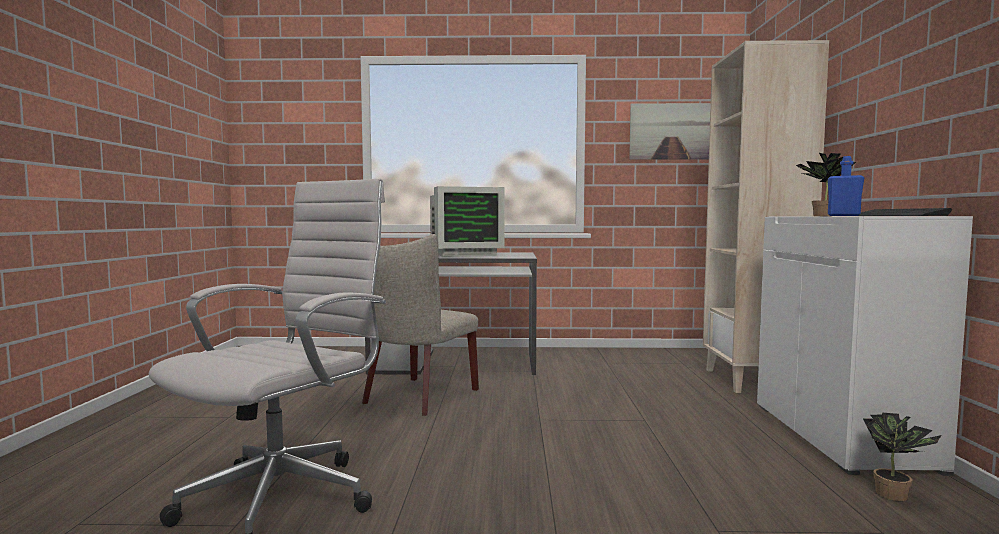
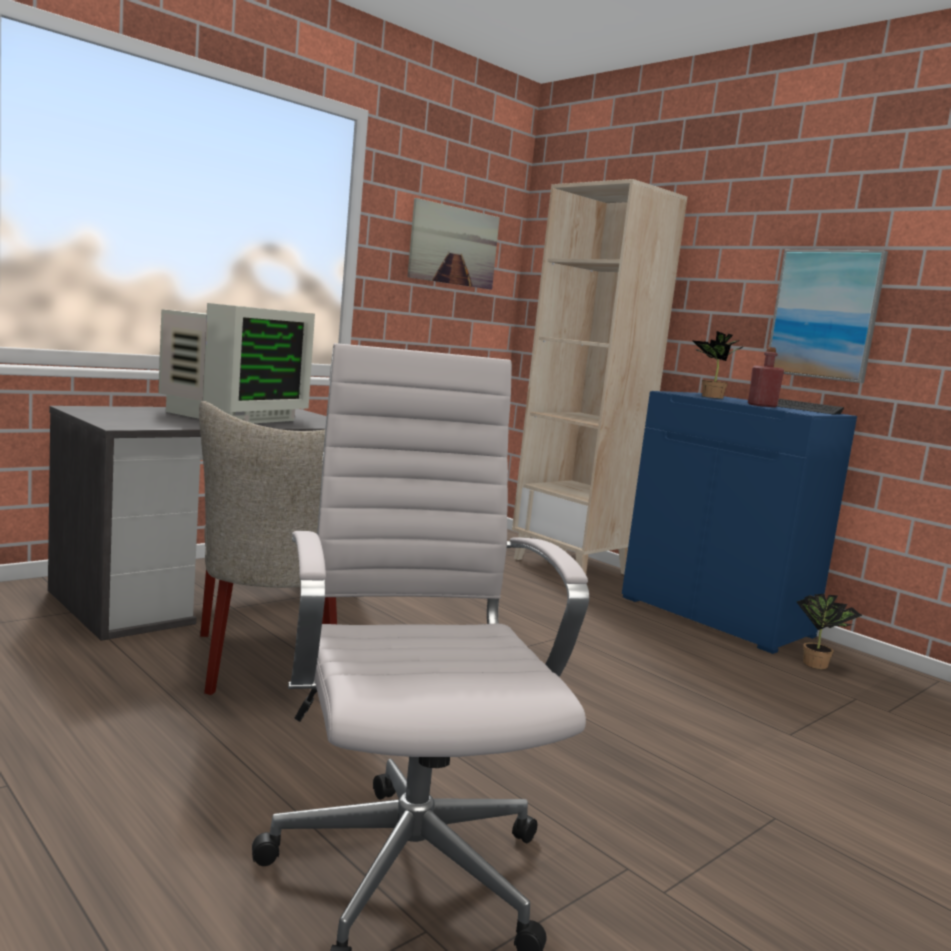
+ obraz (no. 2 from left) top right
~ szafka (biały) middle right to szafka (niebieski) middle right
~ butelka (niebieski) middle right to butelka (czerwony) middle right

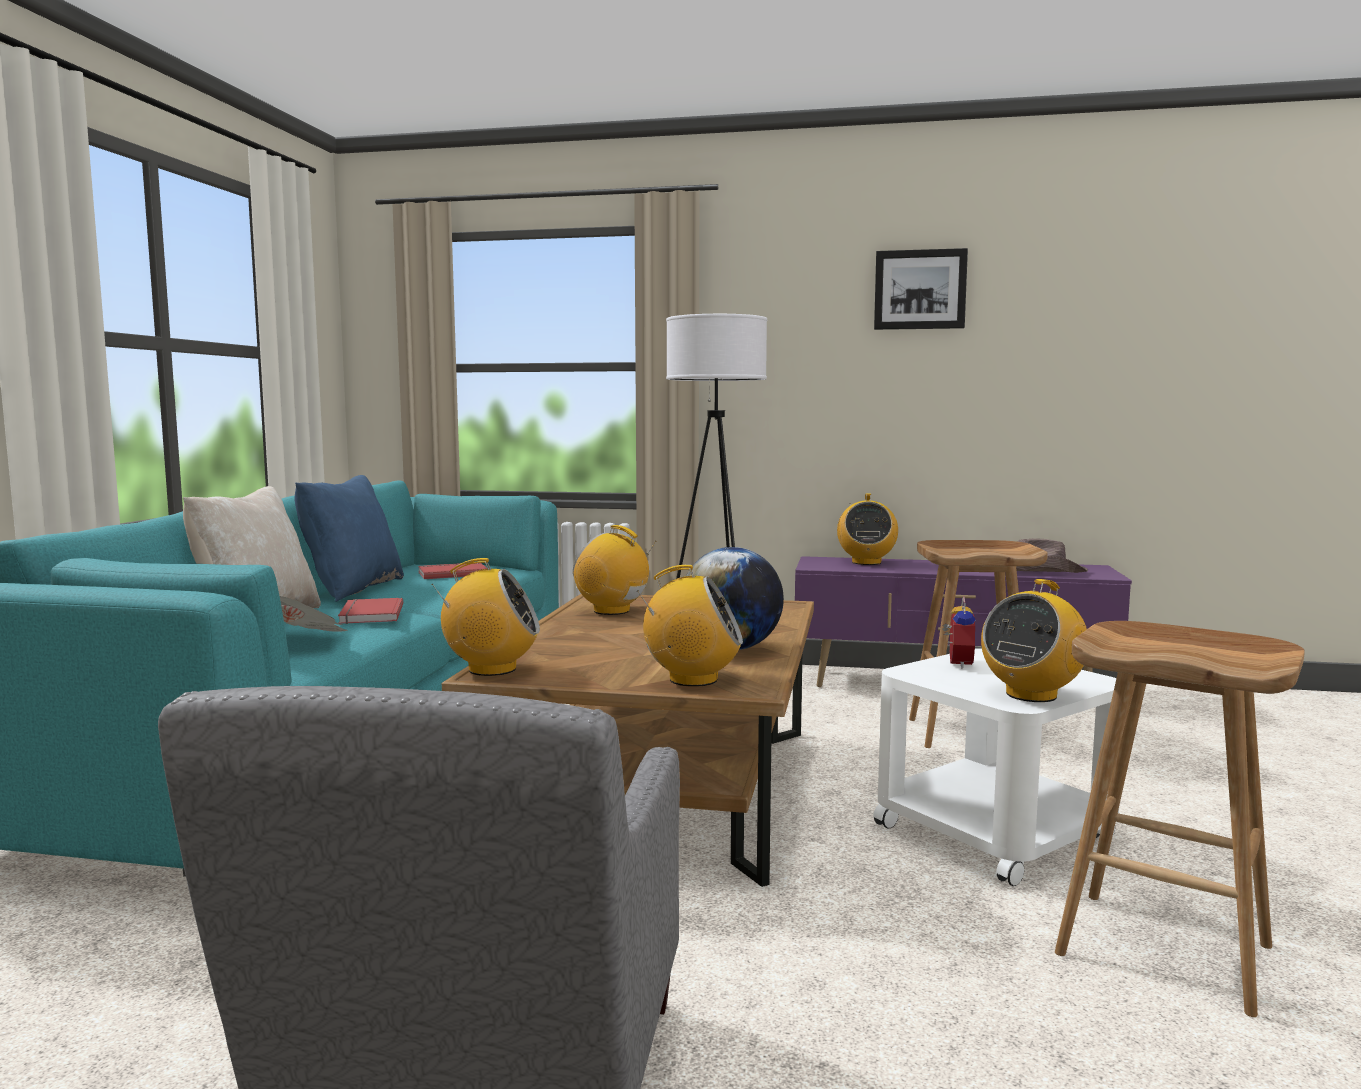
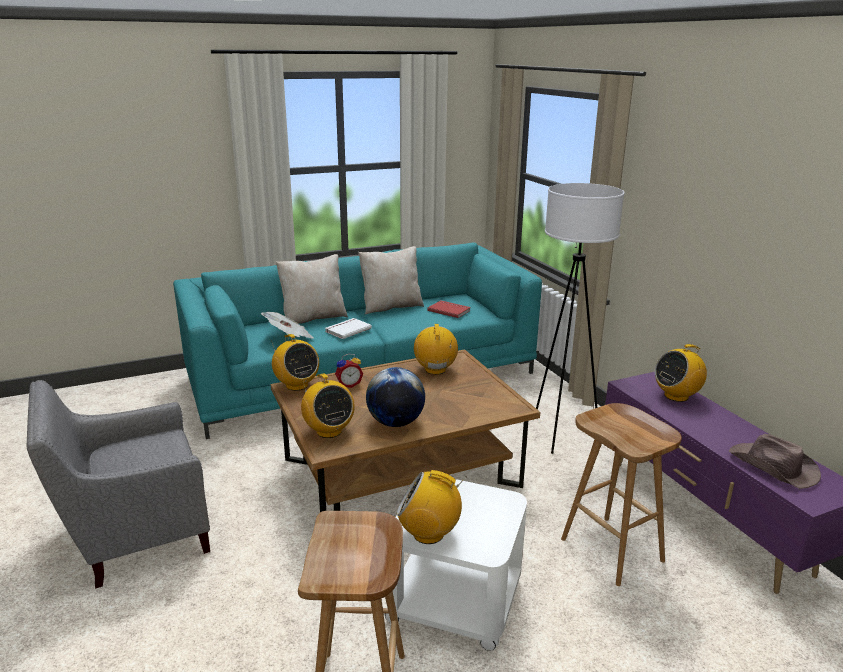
- obraz top right
~ budzik middle right to centre
~ poduszka (niebieski) middle left to poduszka (beżowy) (no. 2 from left) centre
~ książka (czerwony) (no. 1 from left) middle left to książka (biały) centre

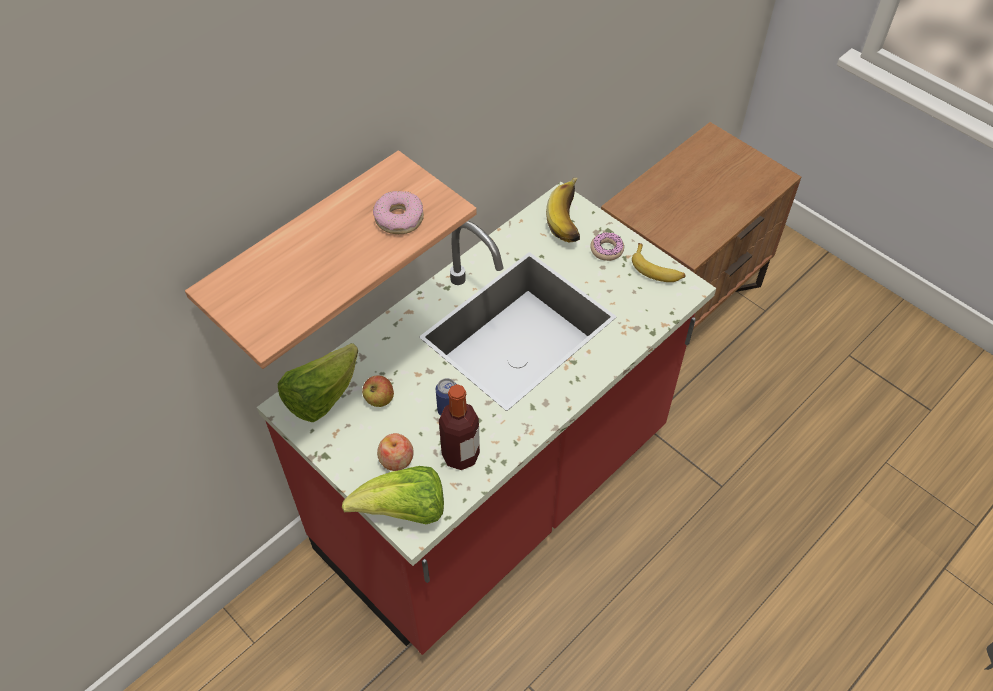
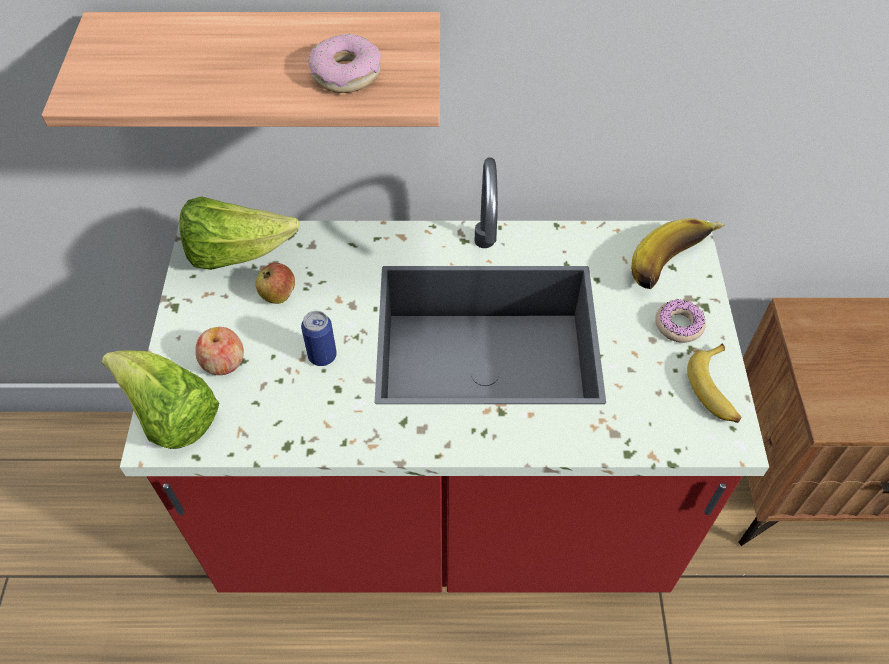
- butelka centre

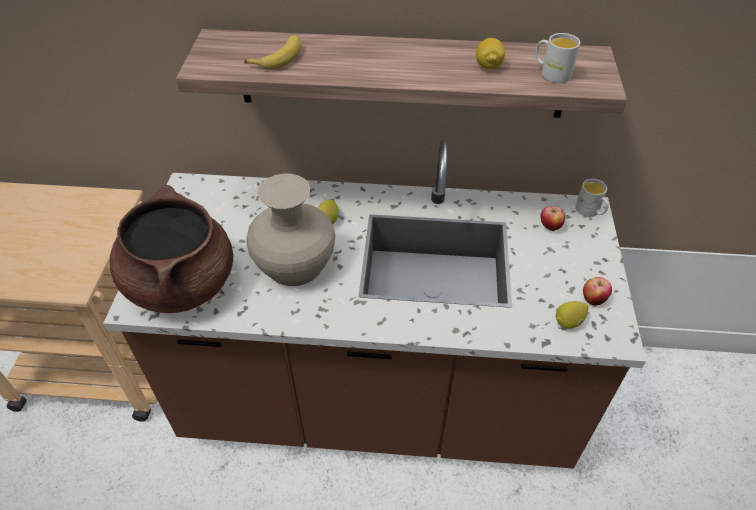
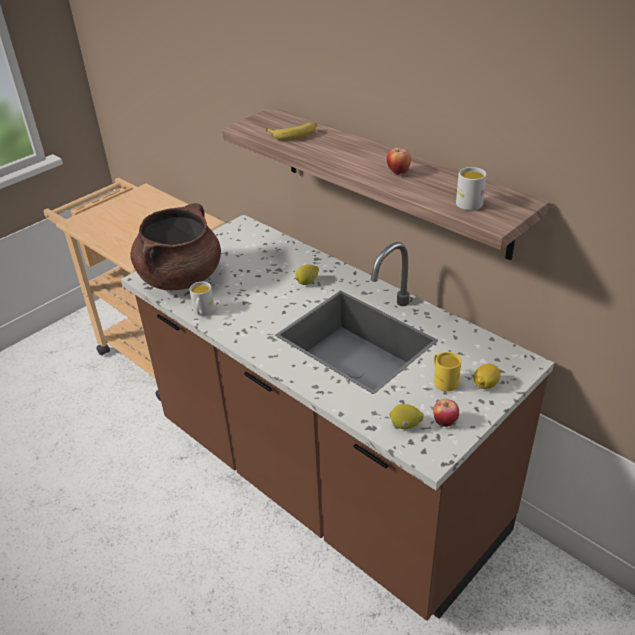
- wazon (beżowy) centre
+ kubek (żółty) middle right
~ cytryna (no. 2 from left in the first image) top centre to cytryna (no. 3 from left) middle right
~ jabłko (no. 1 from left) middle right to top centre
~ kubek (biały) (no. 2 from left in the first image) middle right to kubek (biały) (no. 1 from left) middle left

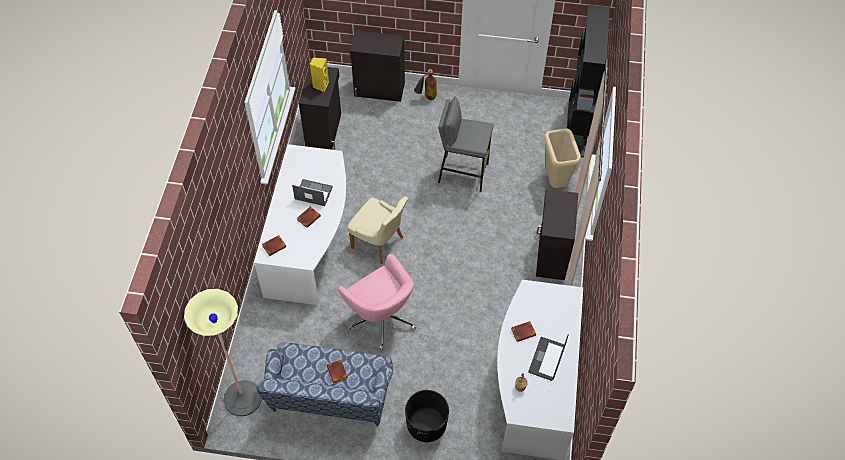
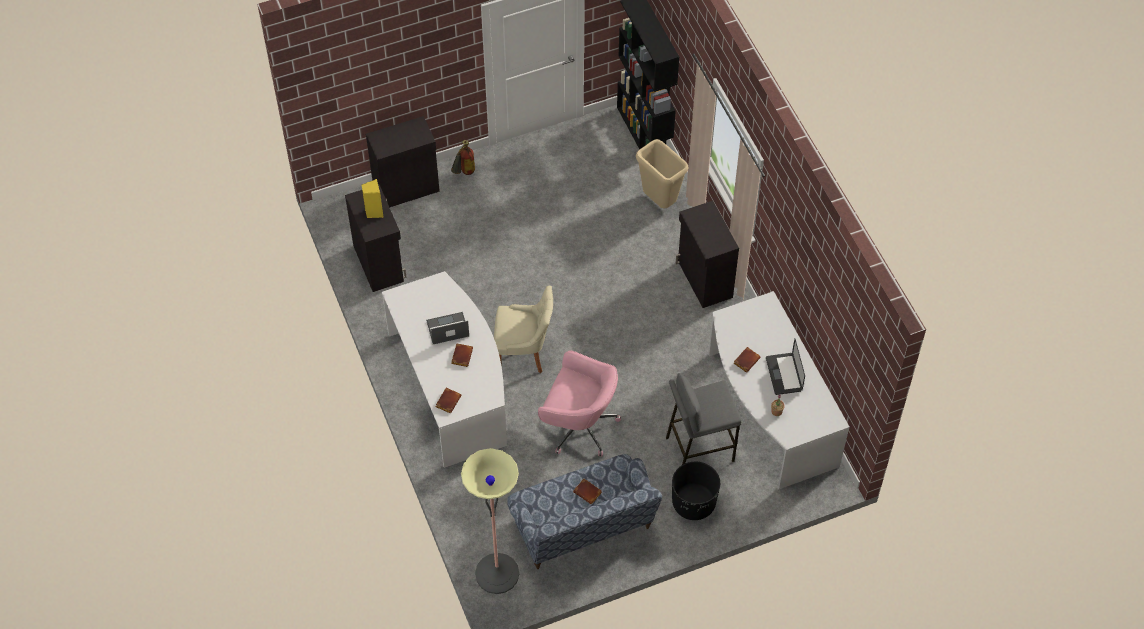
~ stołek (szary) top centre to centre

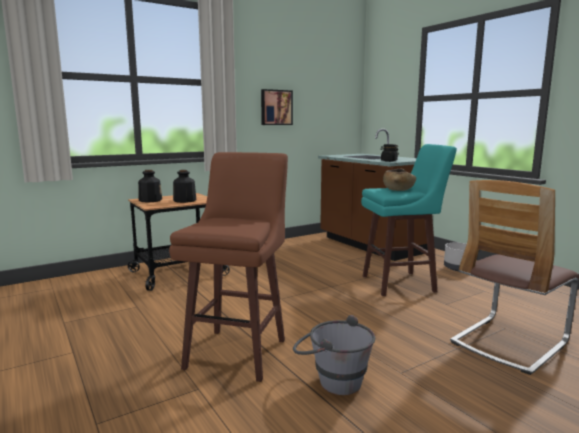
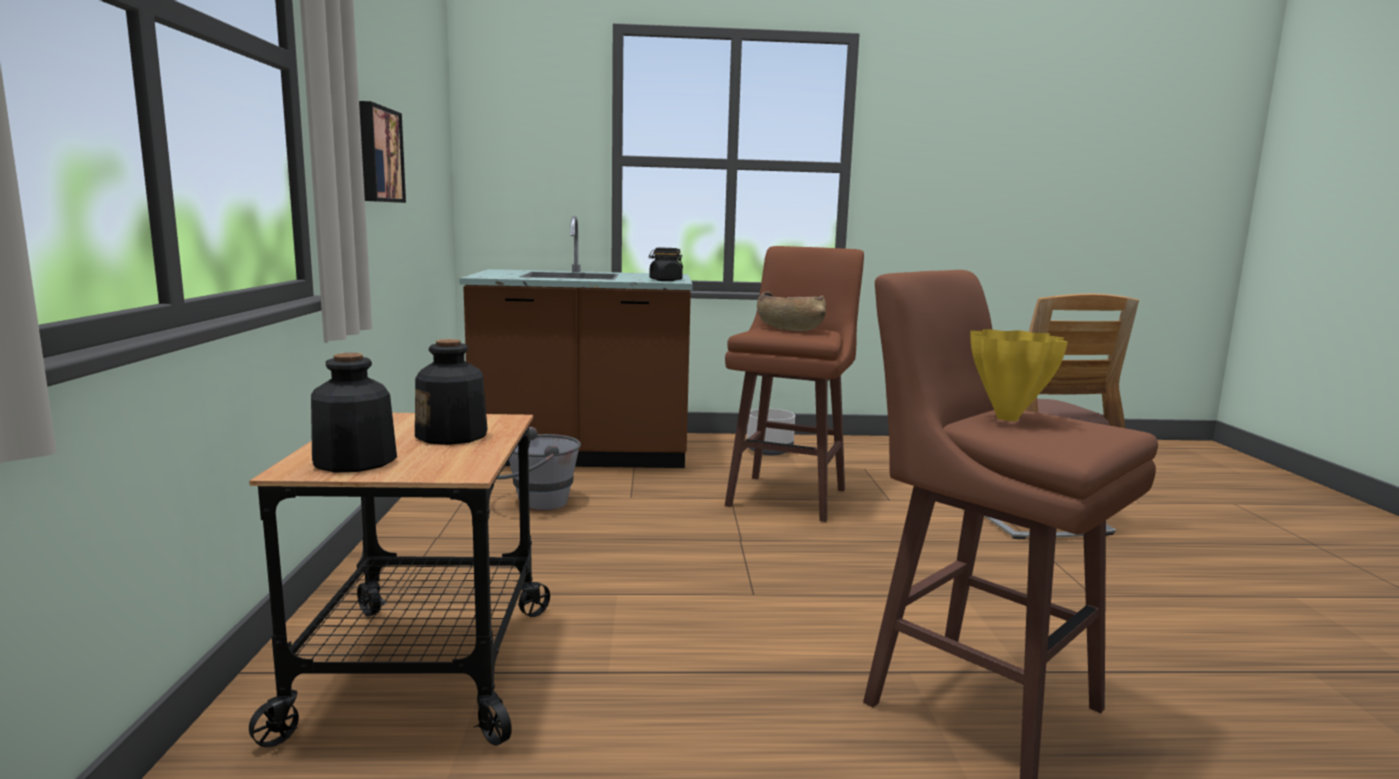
+ wazon (żółty) middle right
~ wiadro (szary) bottom centre to centre
~ stołek (turkusowy) middle right to stołek (brązowy) (no. 1 from left) centre

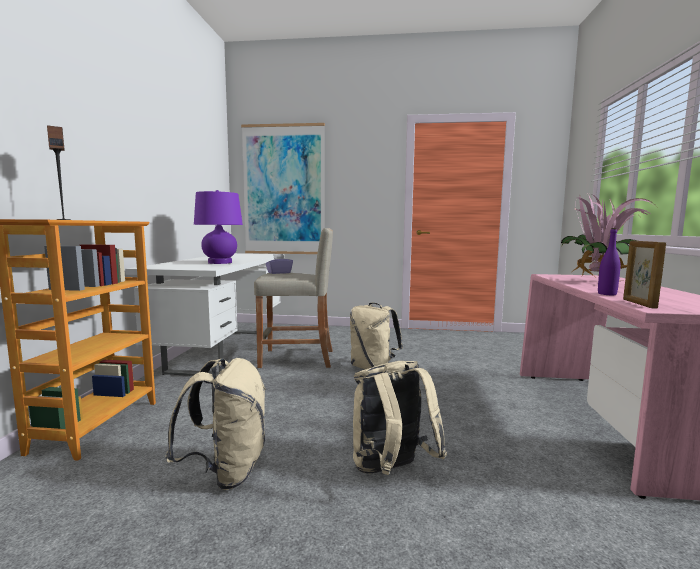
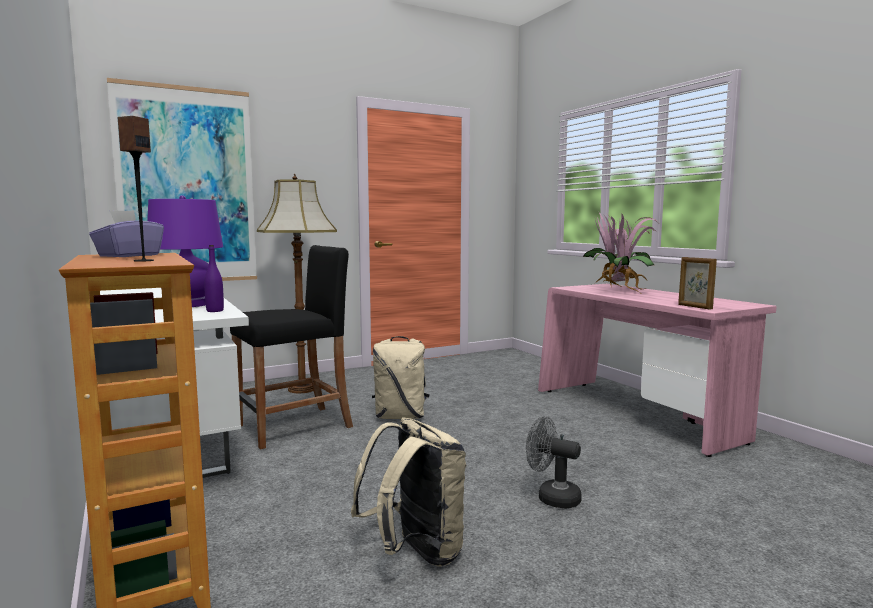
+ lampa stojąca centre
~ pudełko chusteczek (fioletowy) centre to middle left
~ butelka (fioletowy) middle right to middle left
~ plecak (beżowy) (no. 3 from left) bottom centre to wentylator (szary) bottom centre
~ stołek (beżowy) centre to stołek (czarny) centre

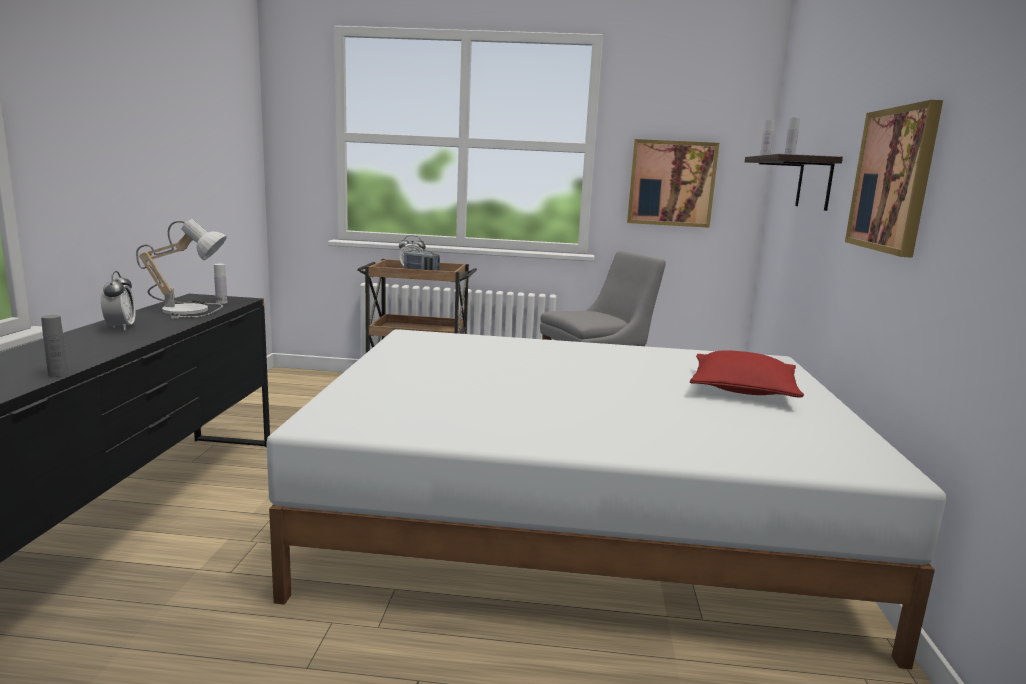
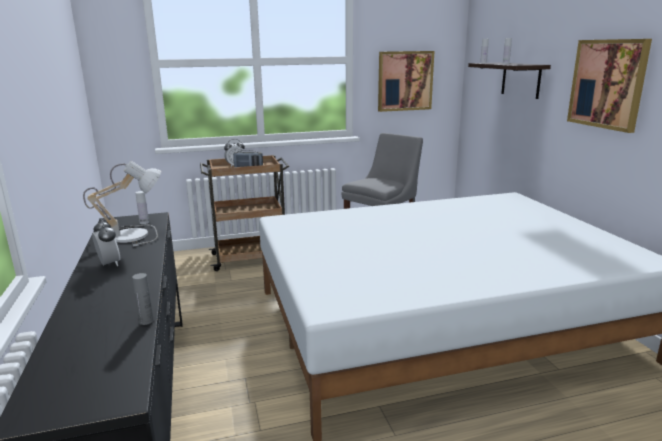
- poduszka (czerwony) middle right

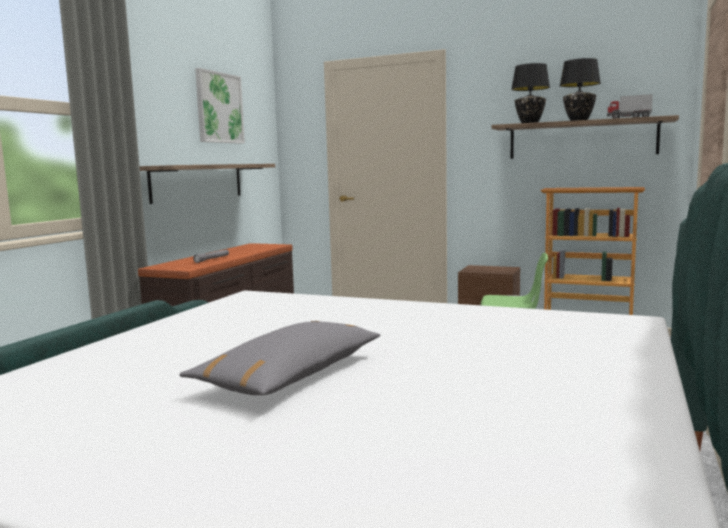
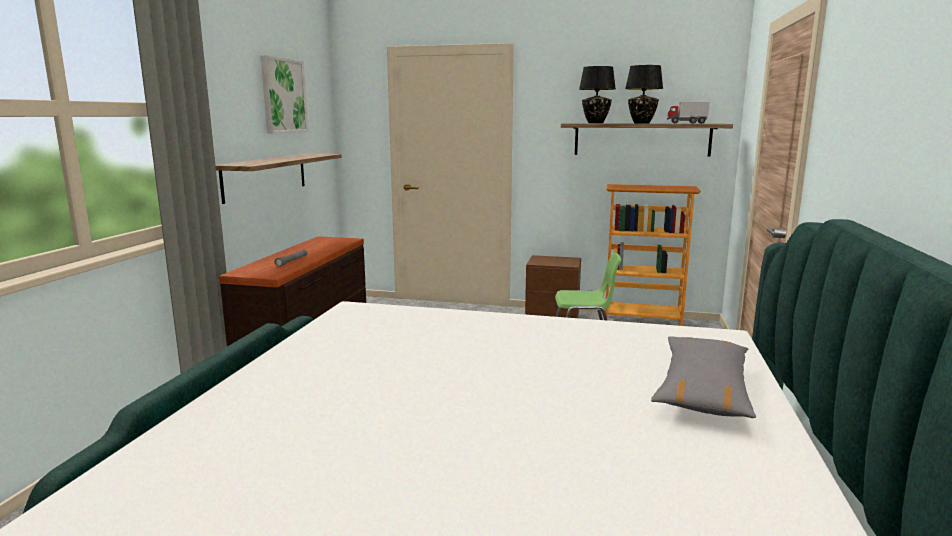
~ poduszka (szary) bottom centre to bottom right

